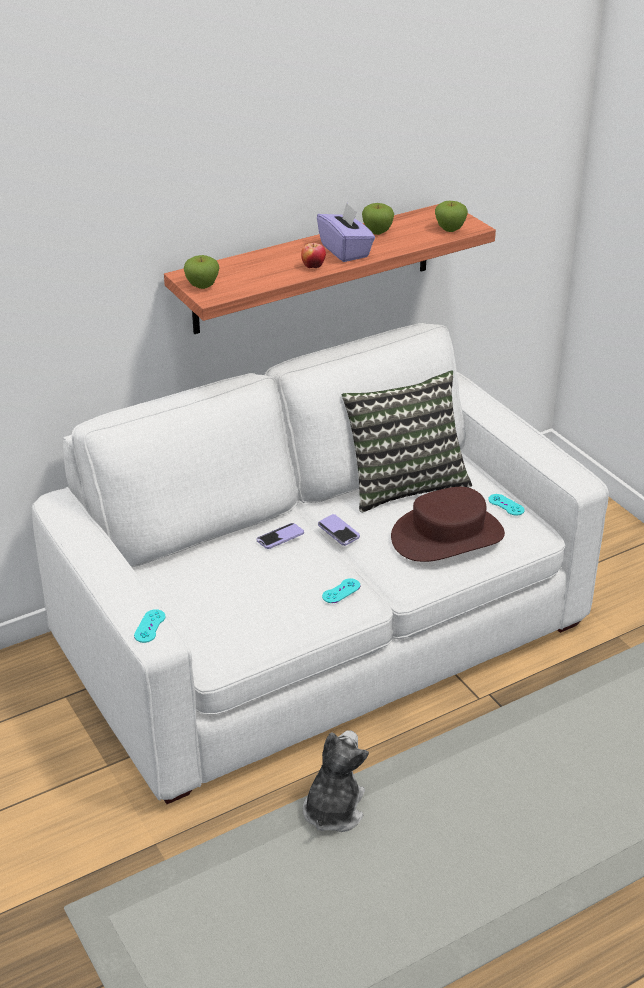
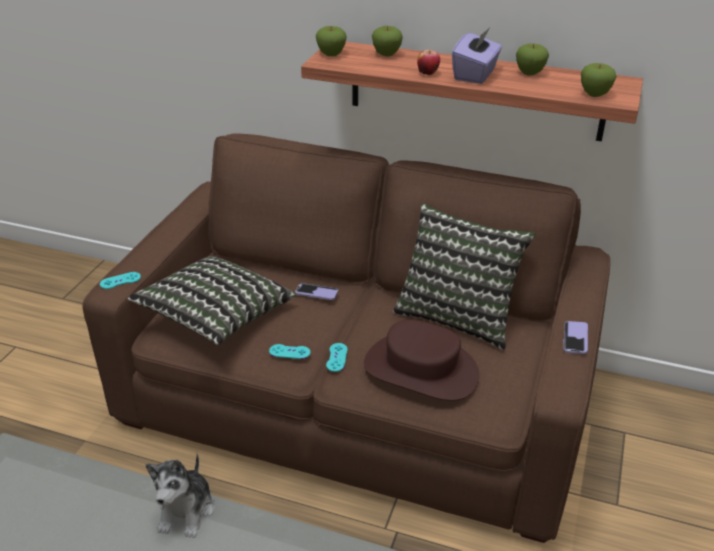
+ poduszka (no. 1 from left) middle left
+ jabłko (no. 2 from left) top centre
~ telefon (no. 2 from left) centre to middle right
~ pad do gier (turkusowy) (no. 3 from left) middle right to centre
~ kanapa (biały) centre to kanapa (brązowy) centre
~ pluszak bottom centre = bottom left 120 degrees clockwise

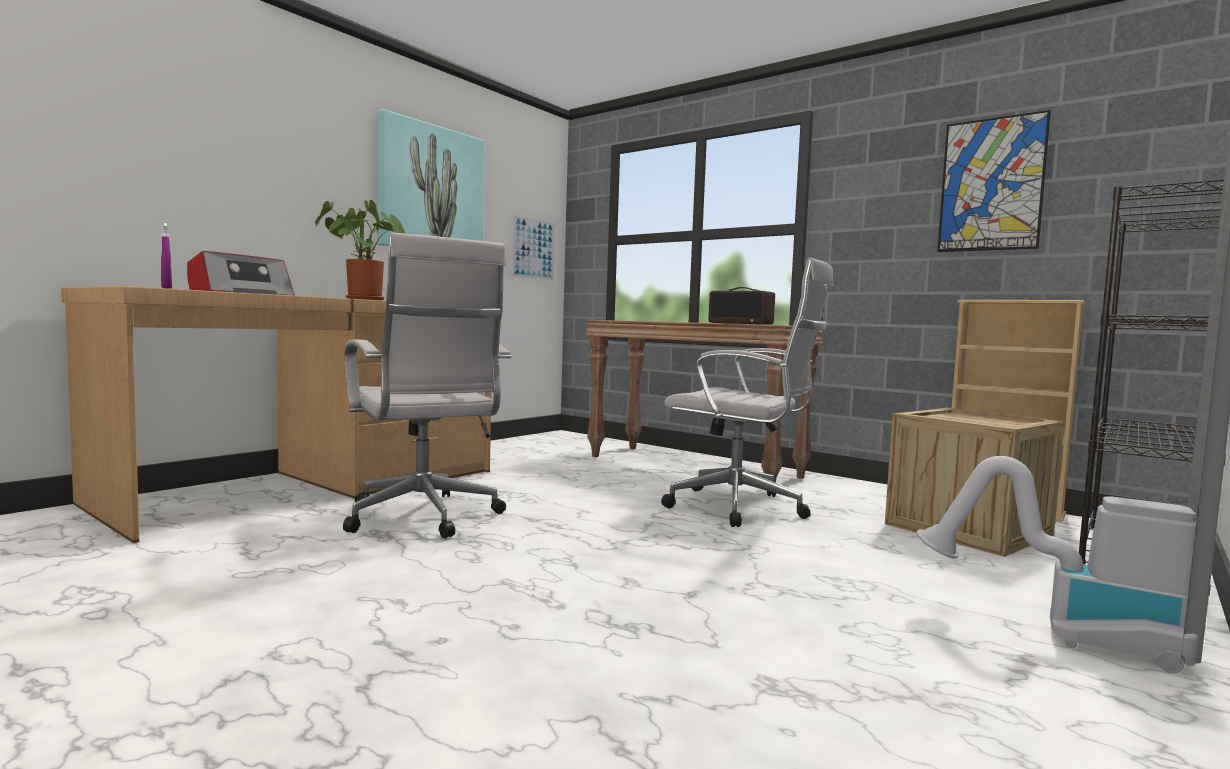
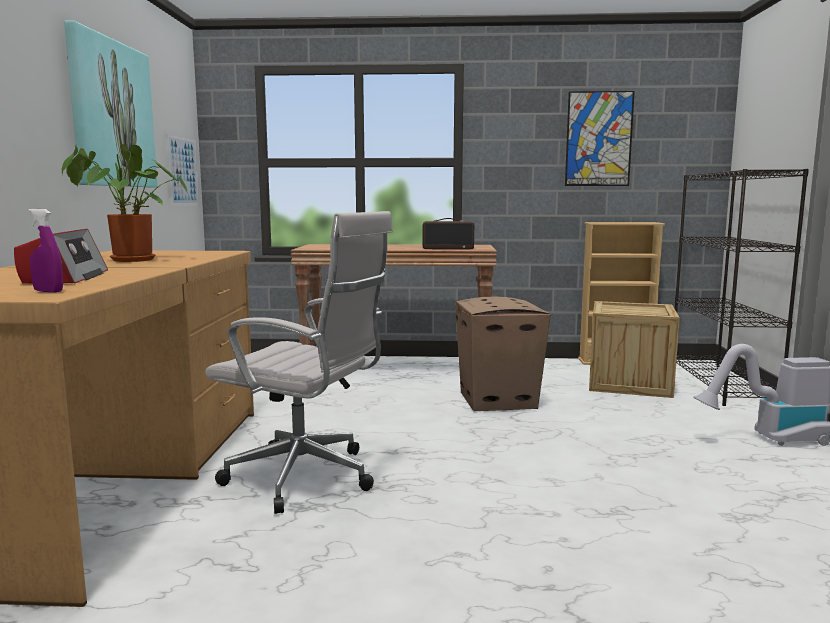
~ krzesło biurowe (biały) (no. 2 from left) centre to karton centre

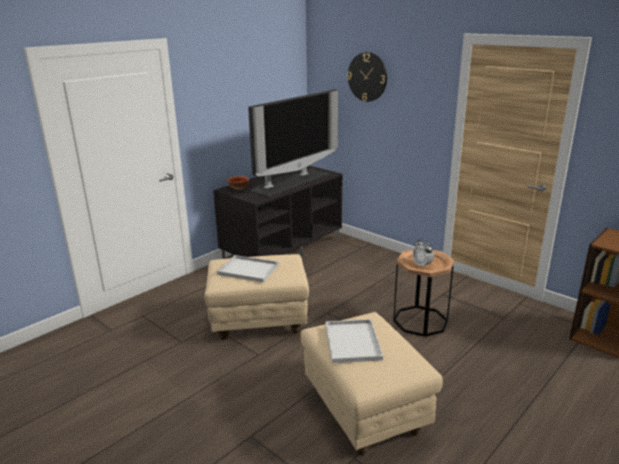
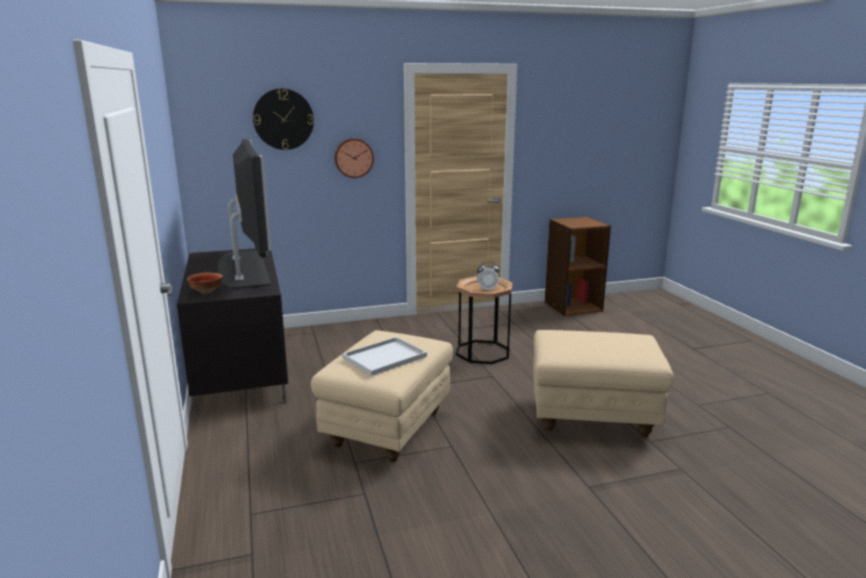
- taca (biały) (no. 2 from left) bottom centre
+ zegar ścienny (no. 2 from left) top centre

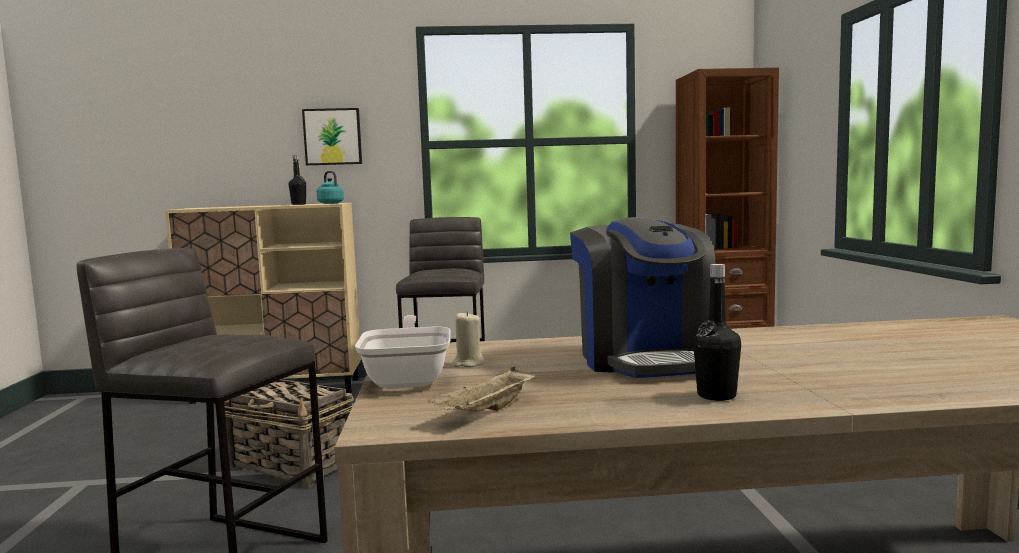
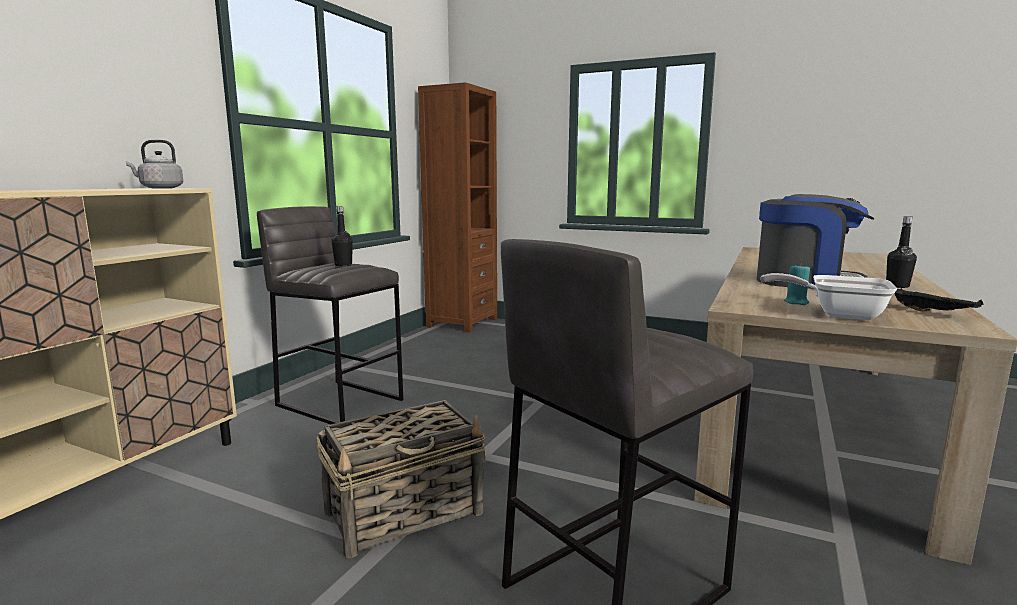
- obraz top left
~ butelka (czarny) (no. 1 from left) top left to centre
~ czajnik (turkusowy) middle left to czajnik (szary) top left
~ taca (beżowy) bottom centre to taca (czarny) middle right
~ świeca (beżowy) centre to świeca (turkusowy) middle right

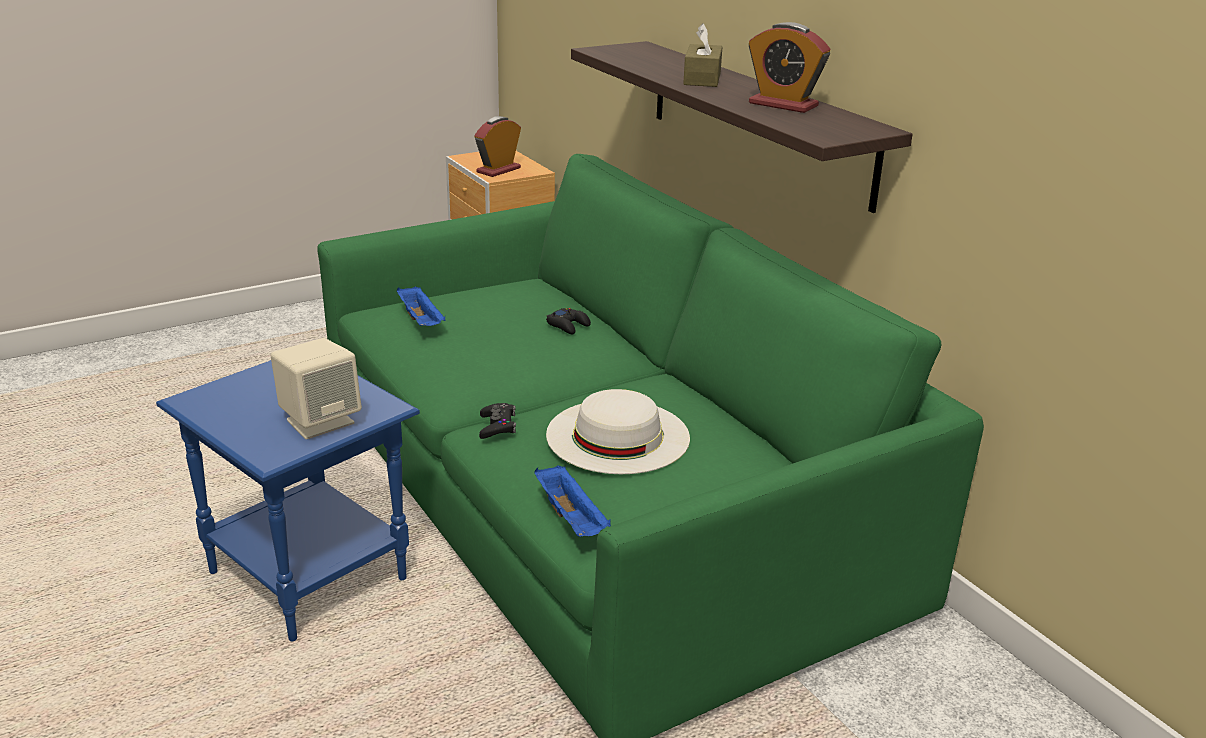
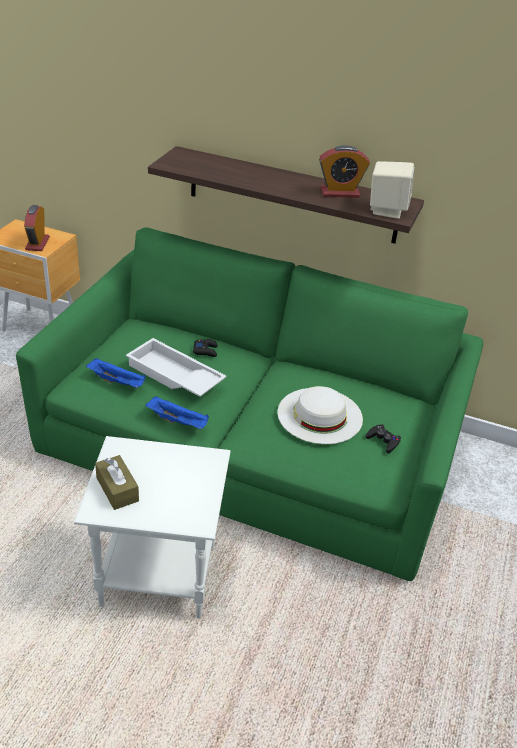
+ taca (biały) centre
~ głośnik (beżowy) middle left to top right
~ pad do gier (czarny) (no. 1 from left in the first image) centre to pad do gier (czarny) (no. 2 from left) middle right
~ taca (niebieski) (no. 2 from left) bottom centre to centre
~ pudełko chusteczek (brązowy) top centre to middle left
~ stolik (niebieski) bottom left to stolik (biały) bottom left

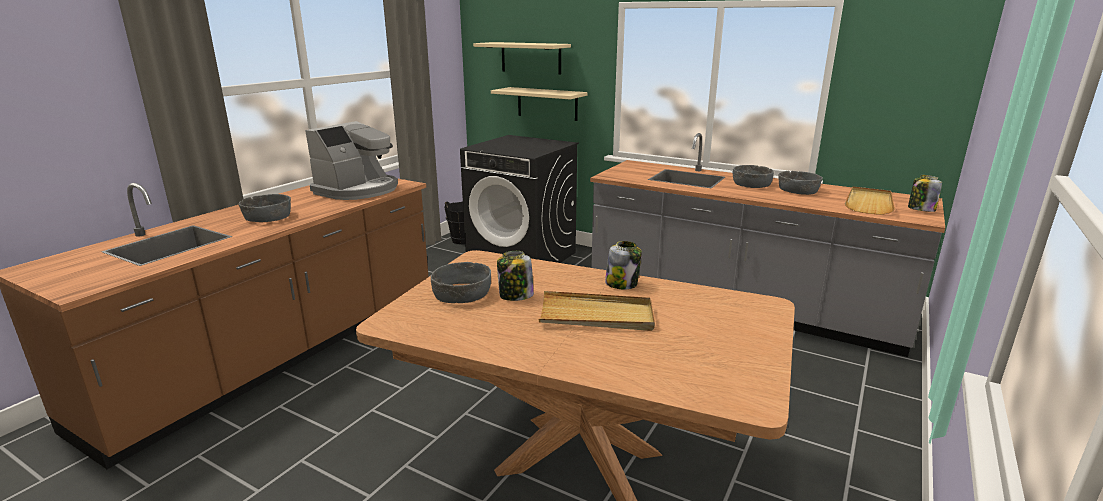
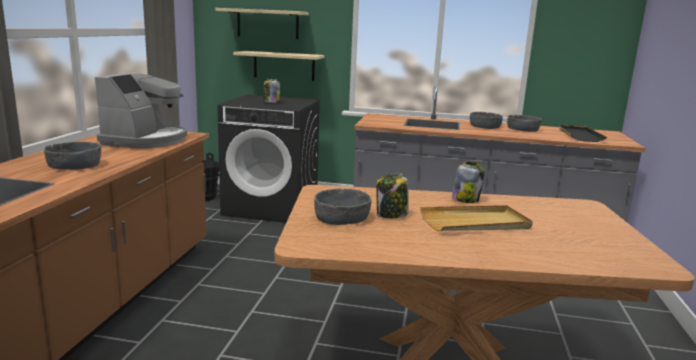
~ słoik (no. 3 from left in the first image) middle right to słoik (no. 1 from left) top centre
~ taca (beżowy) (no. 2 from left) middle right to taca (czarny) middle right

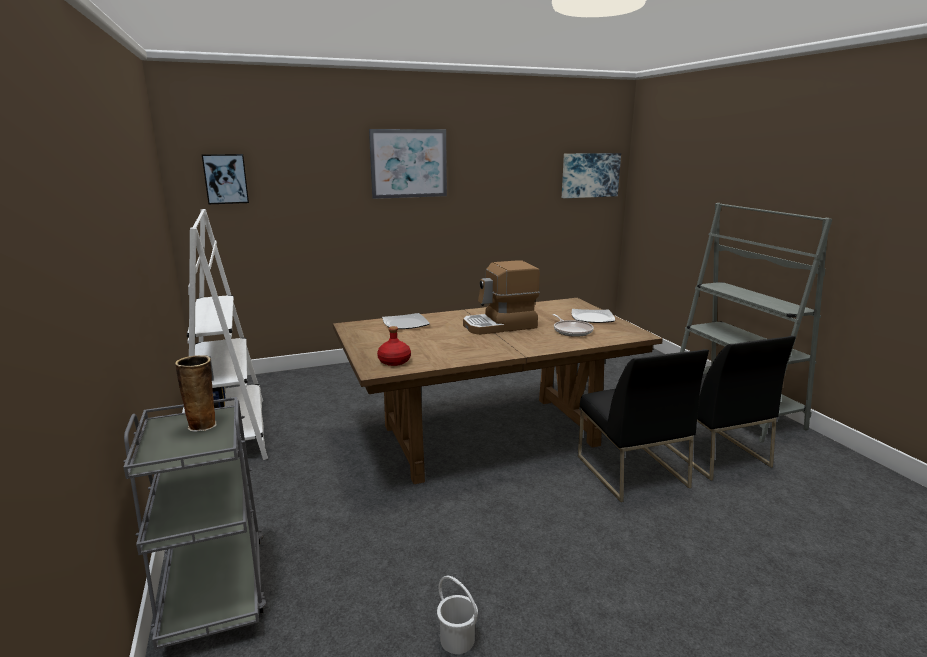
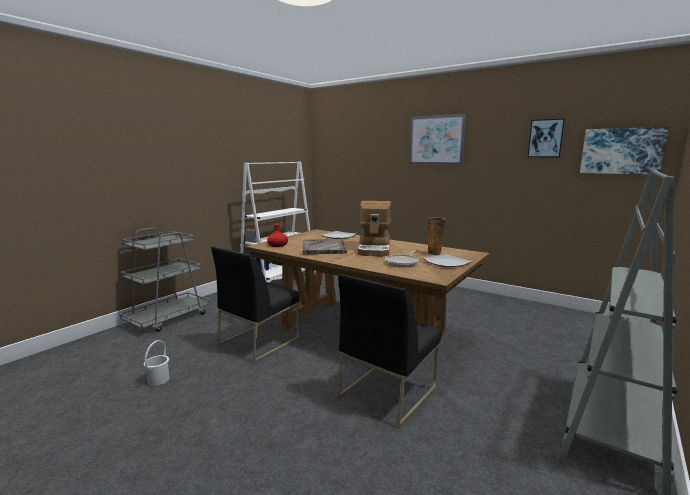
+ taca (szary) centre
~ wazon middle left to centre
~ obraz (no. 1 from left in the first image) top left to obraz (no. 2 from left) top right
~ krzesło (czarny) (no. 2 from left in the first image) middle right to krzesło (czarny) (no. 1 from left) centre
~ ekspres do kawy centre = centre 120 degrees counterclockwise

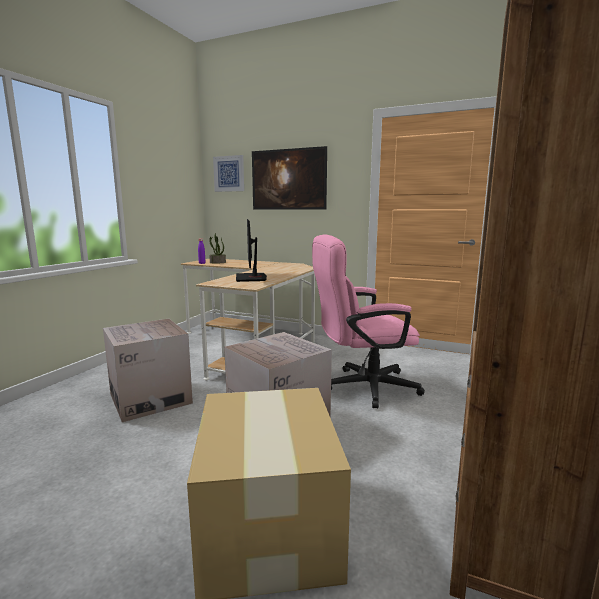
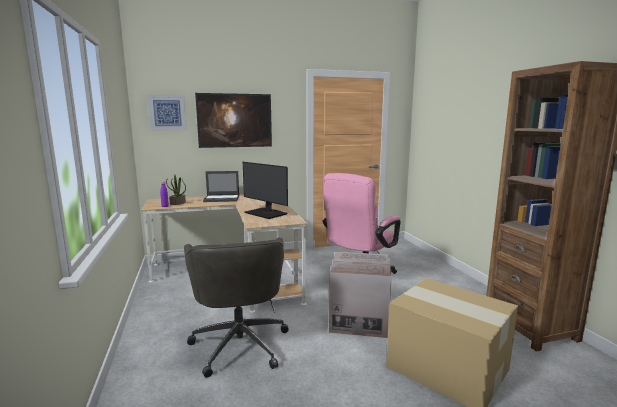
+ laptop centre
~ karton (no. 1 from left) middle left to krzesło biurowe (szary) bottom centre

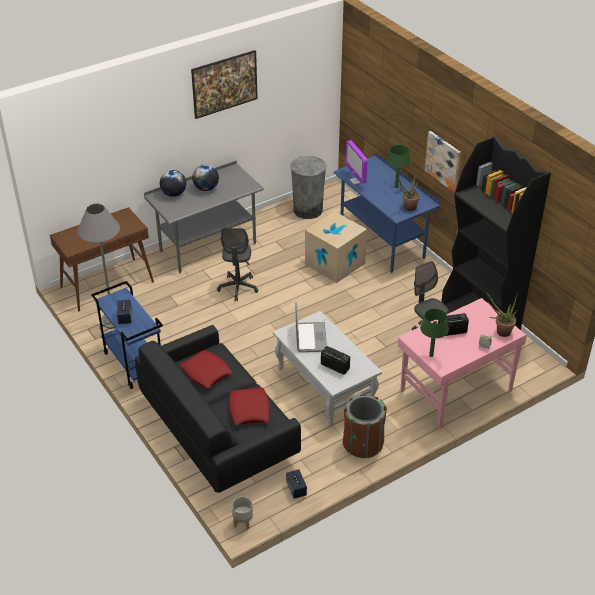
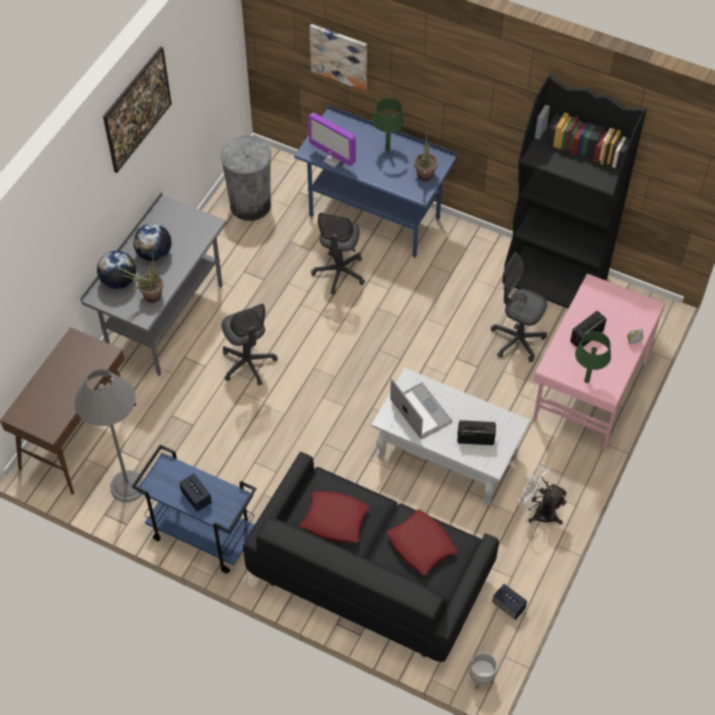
~ obraz (no. 2 from left) top right to top centre
~ roślina doniczkowa (no. 2 from left in the first image) middle right to roślina doniczkowa (no. 1 from left) middle left
~ karton centre to krzesło biurowe (szary) (no. 2 from left) centre
~ kosz na śmieci (brązowy) bottom centre to wentylator (biały) bottom right

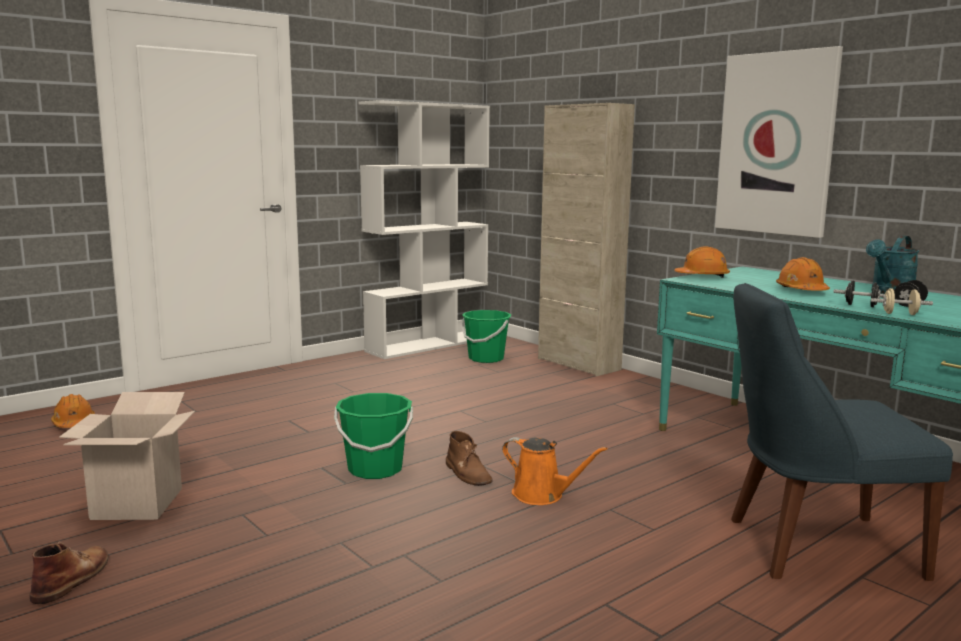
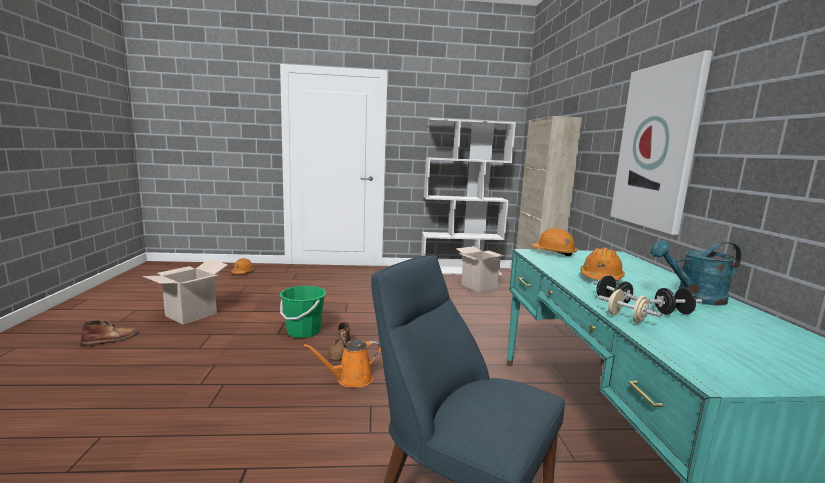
~ wiadro (zielony) (no. 2 from left) centre to karton (no. 2 from left) centre
~ konewka (pomarańczowy) bottom centre = bottom centre 90 degrees clockwise

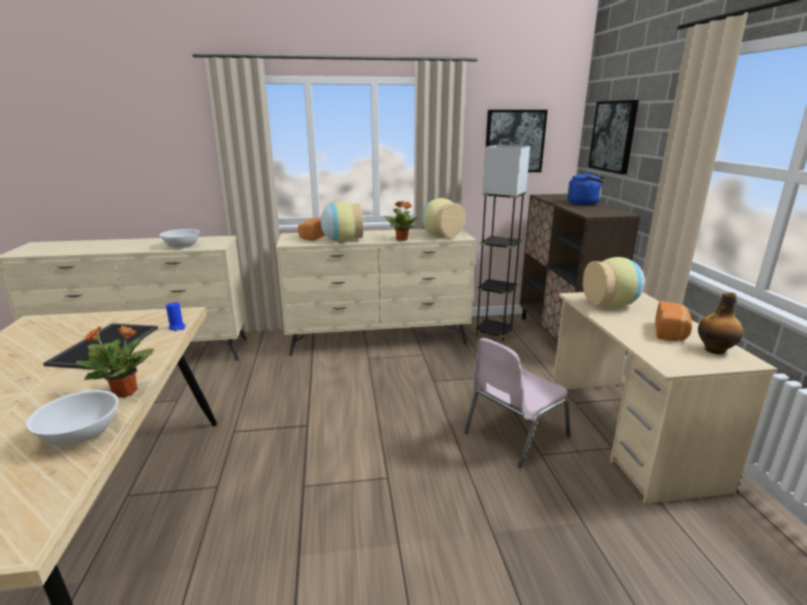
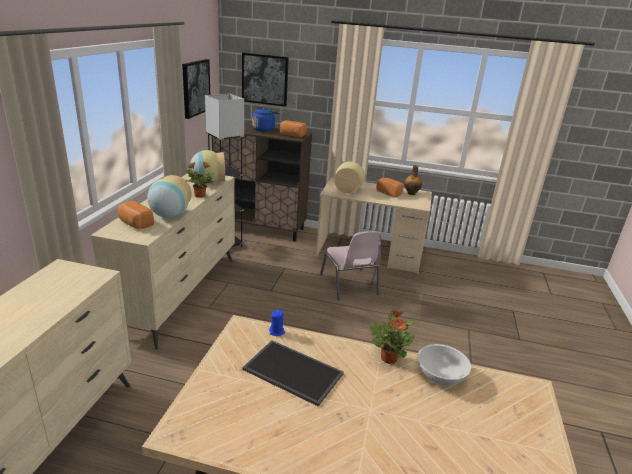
- miska (biały) (no. 2 from left) middle left
+ chleb (no. 2 from left) top centre

